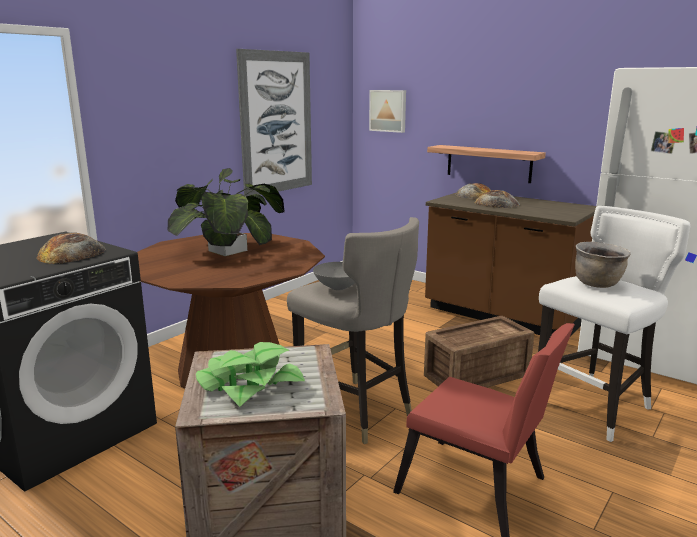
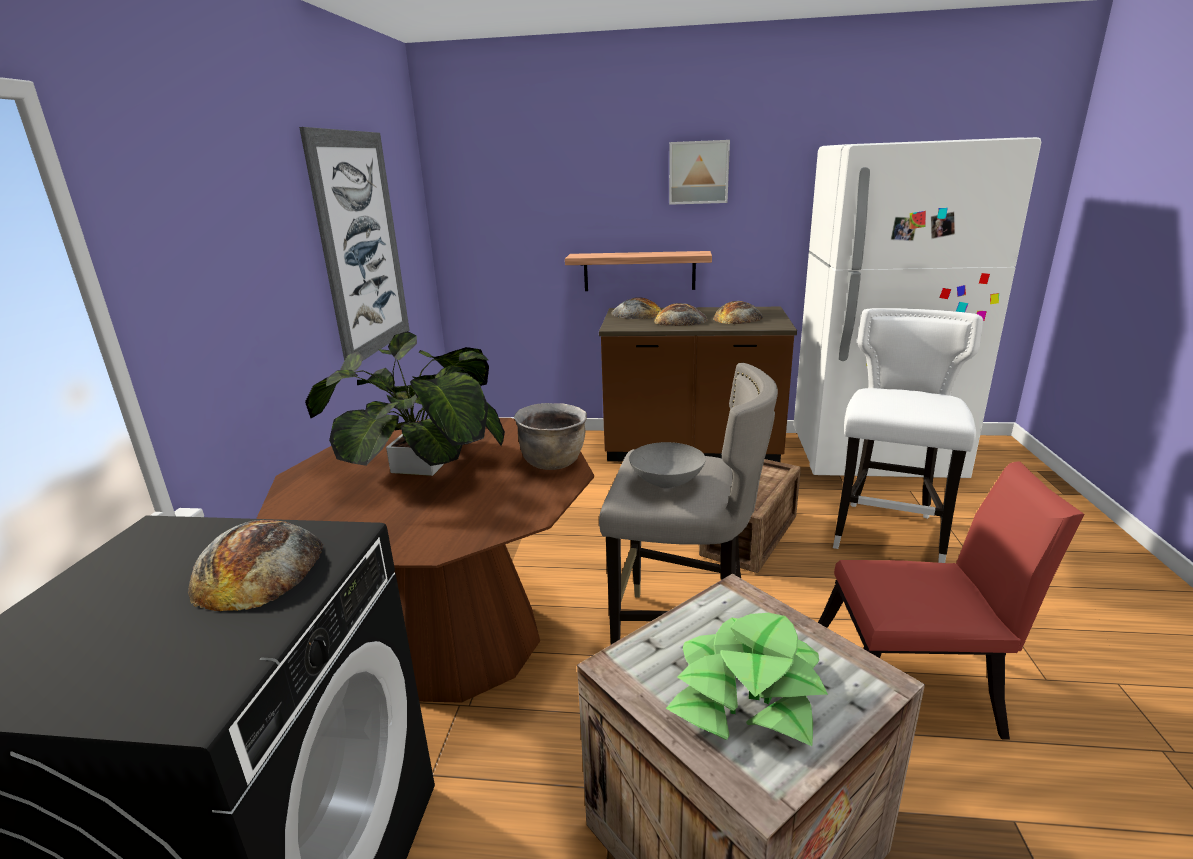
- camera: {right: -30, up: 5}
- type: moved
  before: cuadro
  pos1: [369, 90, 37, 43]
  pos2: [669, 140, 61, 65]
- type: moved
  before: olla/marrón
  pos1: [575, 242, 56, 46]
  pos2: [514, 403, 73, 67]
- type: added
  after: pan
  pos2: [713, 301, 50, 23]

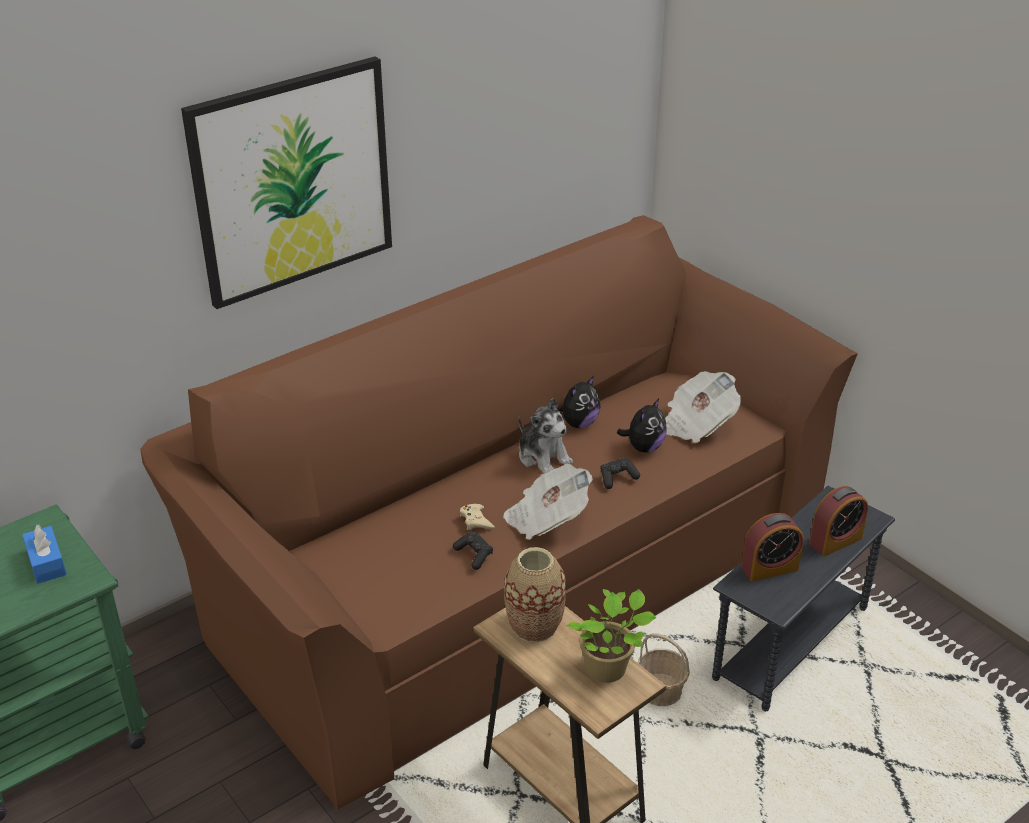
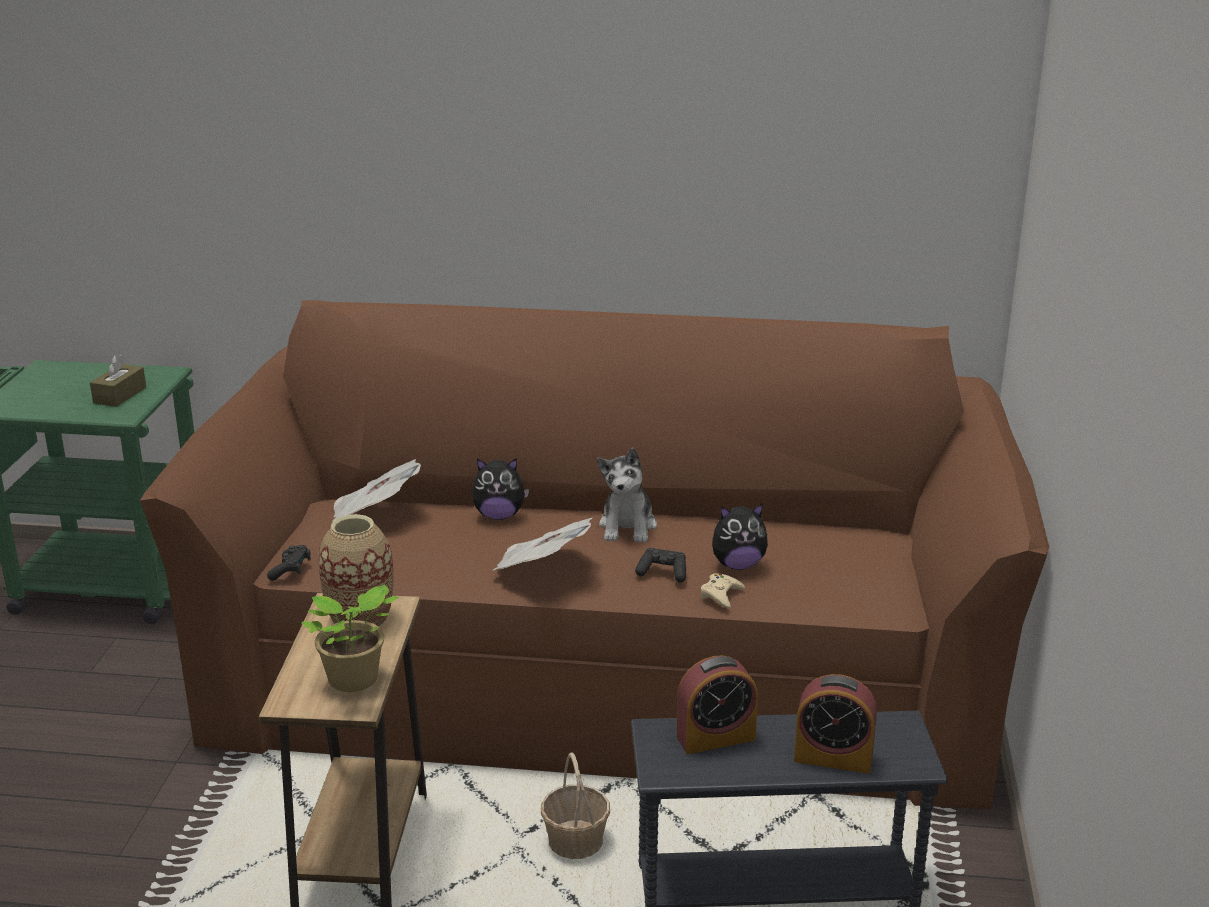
- camera: {right: 45, up: -10}
- type: removed
  before: cuadro
  pos1: [181, 56, 211, 253]
- type: moved
  before: periódico
  pos1: [665, 371, 76, 72]
  pos2: [332, 459, 89, 63]
- type: moved
  before: peluche
  pos1: [559, 376, 42, 52]
  pos2: [472, 458, 58, 62]
- type: moved
  before: mando de consola/beis
  pos1: [460, 504, 35, 26]
  pos2: [701, 573, 44, 35]
- type: turned
  before: despertador
  pos1: [741, 513, 63, 69]
  pos2: [676, 655, 82, 99]
  turn: -45
- type: recoloured
  before: caja de pañuelos/azul
  after: caja de pañuelos/marrón
  pos1: [22, 525, 45, 59]
  pos2: [90, 354, 56, 53]
- type: moved
  before: mando de consola/negro
  pos1: [453, 531, 40, 39]
  pos2: [267, 545, 44, 36]

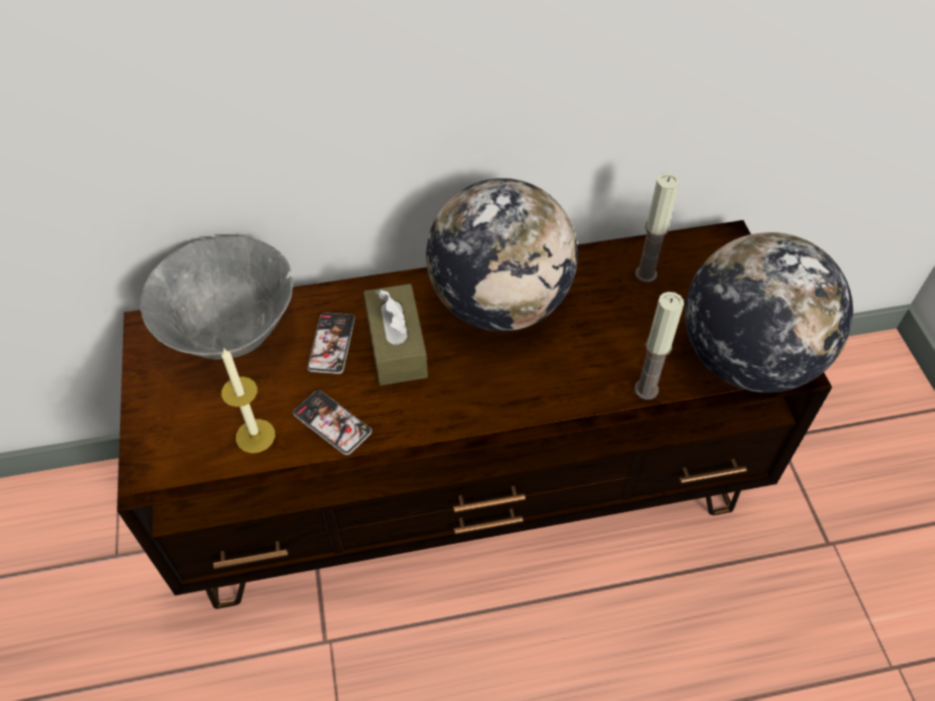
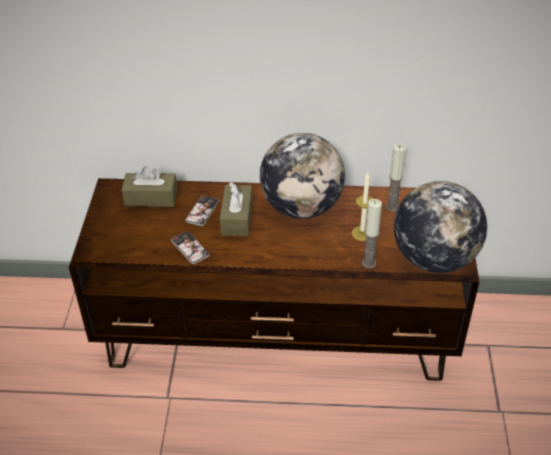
- camera: {right: 15, up: -10}
- type: replaced
  before: cuenco/gris
  after: caja de pañuelos/marrón
  pos1: [140, 236, 153, 124]
  pos2: [122, 166, 55, 41]
- type: moved
  before: vela
  pos1: [221, 349, 54, 104]
  pos2: [352, 173, 21, 68]

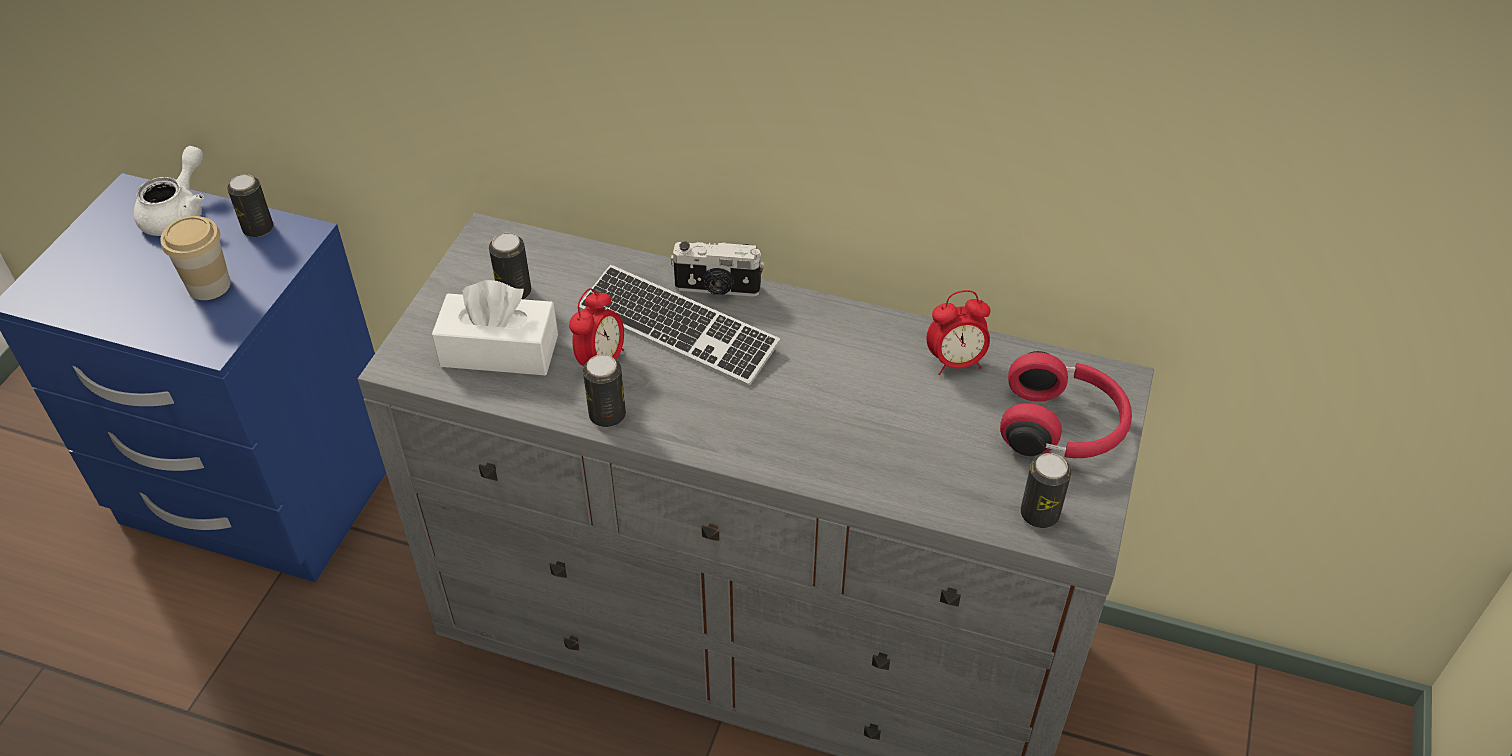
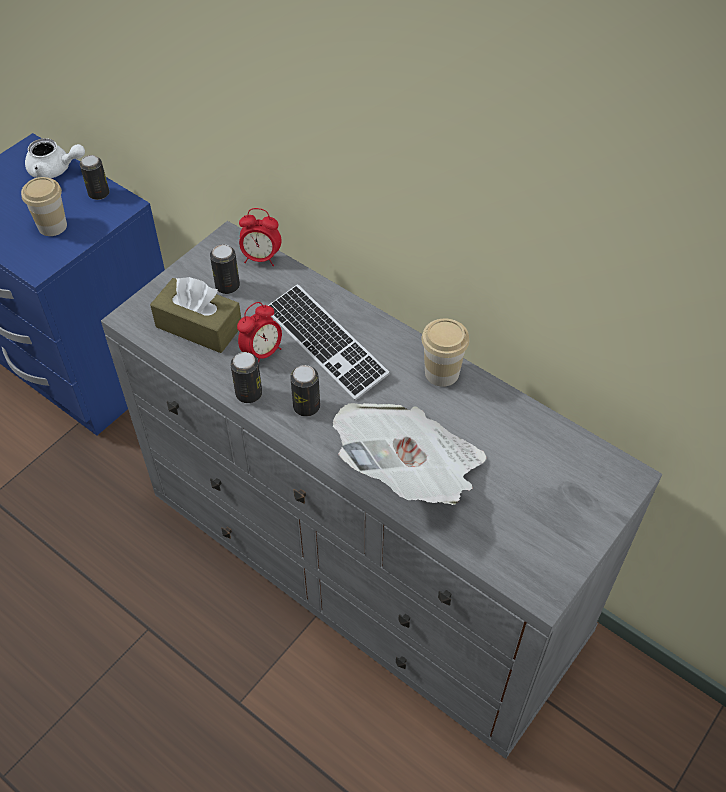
- camera: {right: 20, up: 5}
- type: turned
  before: tetera/blanco
  pos1: [134, 146, 70, 90]
  pos2: [25, 138, 60, 40]
  turn: 60
- type: removed
  before: cámara
  pos1: [670, 241, 94, 56]
- type: recoloured
  before: caja de pañuelos/blanco
  after: caja de pañuelos/marrón
  pos1: [432, 280, 126, 95]
  pos2: [150, 277, 91, 76]
- type: moved
  before: despertador
  pos1: [926, 290, 64, 85]
  pos2: [239, 208, 43, 58]
- type: removed
  before: auriculares/rojo
  pos1: [1000, 351, 132, 107]
- type: moved
  before: lata
  pos1: [1020, 453, 51, 75]
  pos2: [290, 365, 30, 52]
- type: added
  after: taza
  pos2: [421, 319, 48, 68]
- type: added
  after: periódico
  pos2: [333, 403, 154, 102]

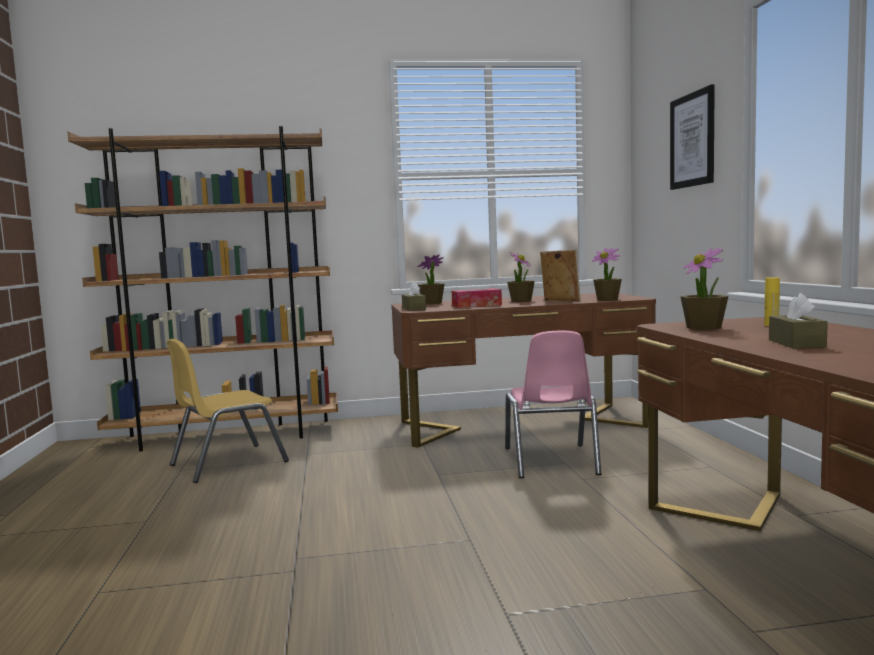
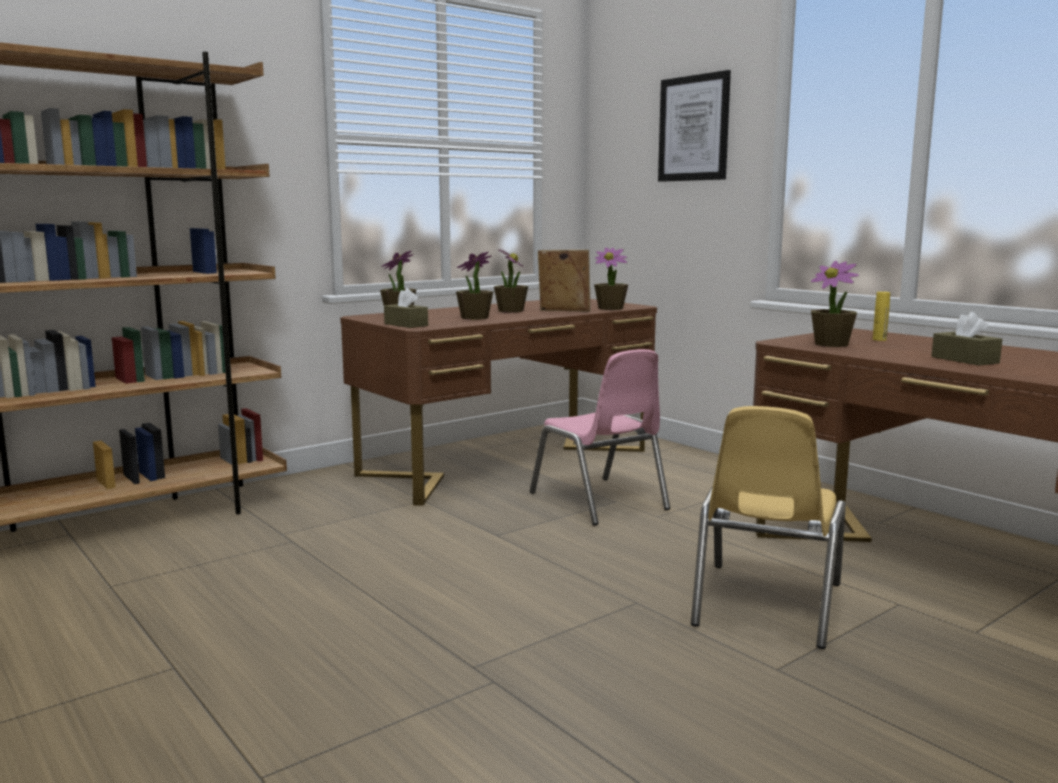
- camera: {right: -30, up: 5}
- type: replaced
  before: caja de pañuelos
  after: planta en maceta
  pos1: [452, 288, 50, 20]
  pos2: [456, 252, 37, 68]
- type: moved
  before: silla/amarillo
  pos1: [167, 339, 122, 144]
  pos2: [691, 406, 155, 243]

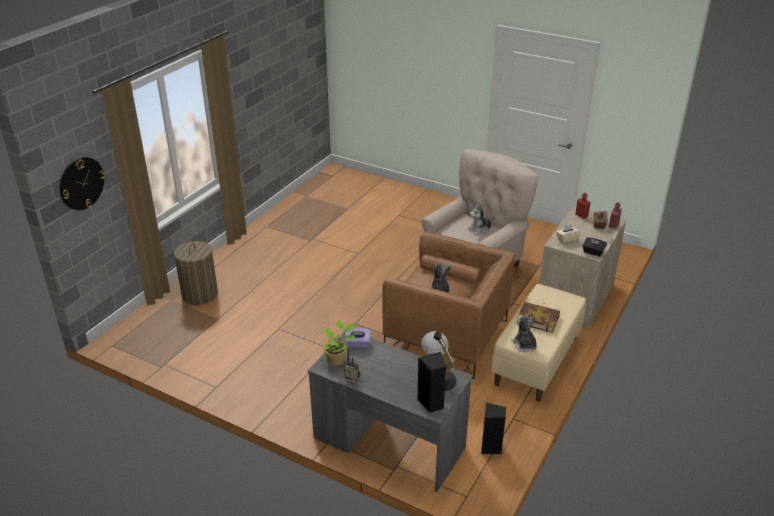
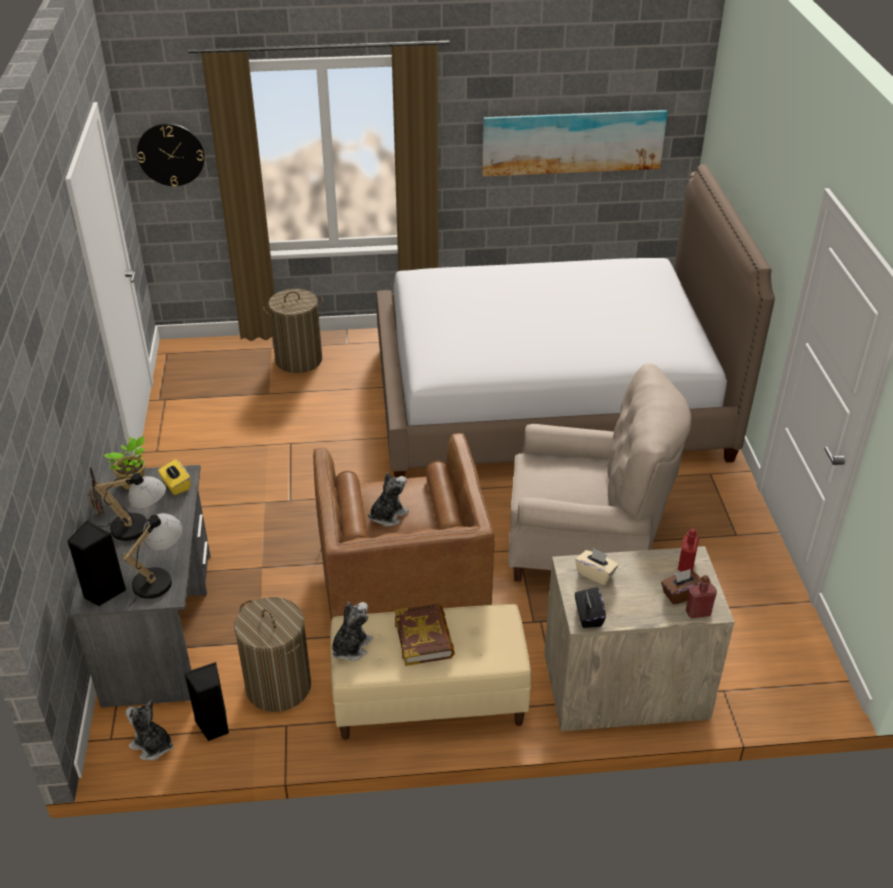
- camera: {right: 55, up: 5}
- type: moved
  before: peluche
  pos1: [468, 204, 27, 31]
  pos2: [126, 699, 47, 62]
- type: recoloured
  before: caja de pañuelos/morado
  after: caja de pañuelos/amarillo
  pos1: [345, 328, 25, 20]
  pos2: [158, 459, 33, 36]
- type: added
  after: cuadro
  pos2: [482, 110, 185, 67]
- type: added
  after: cama
  pos2: [376, 164, 399, 314]
- type: added
  after: lámpara de mesa
  pos2: [94, 472, 72, 69]
- type: added
  after: cesto de la ropa
  pos2: [234, 597, 77, 115]

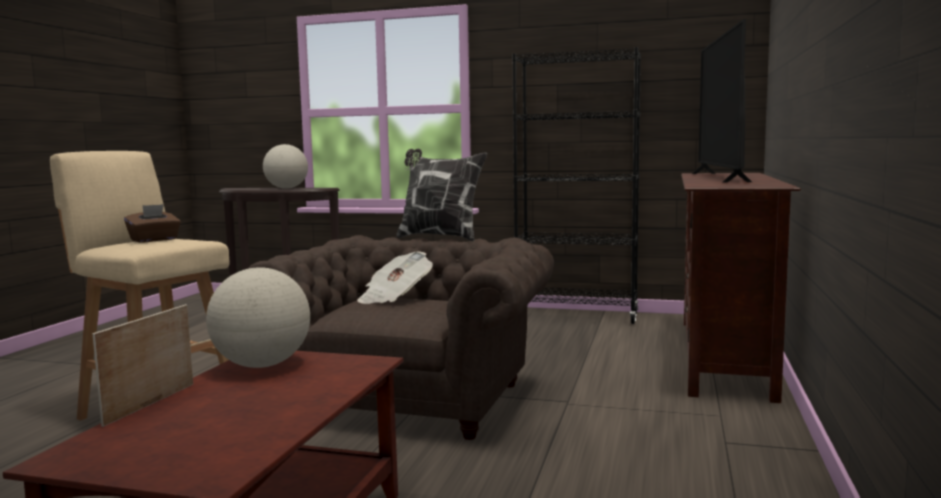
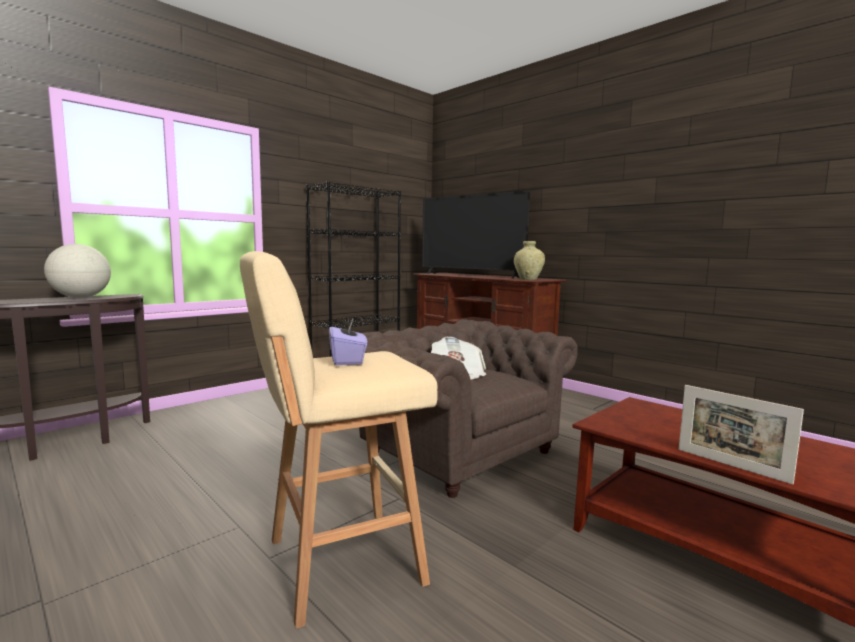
- camera: {right: -60, up: 0}
- type: removed
  before: cojín
  pos1: [396, 149, 91, 92]
- type: recoloured
  before: caja de pañuelos/marrón
  after: caja de pañuelos/morado
  pos1: [124, 204, 57, 38]
  pos2: [329, 316, 38, 49]
- type: removed
  before: globo terráqueo
  pos1: [206, 267, 104, 101]
- type: added
  after: florero/beis
  pos2: [514, 241, 31, 39]

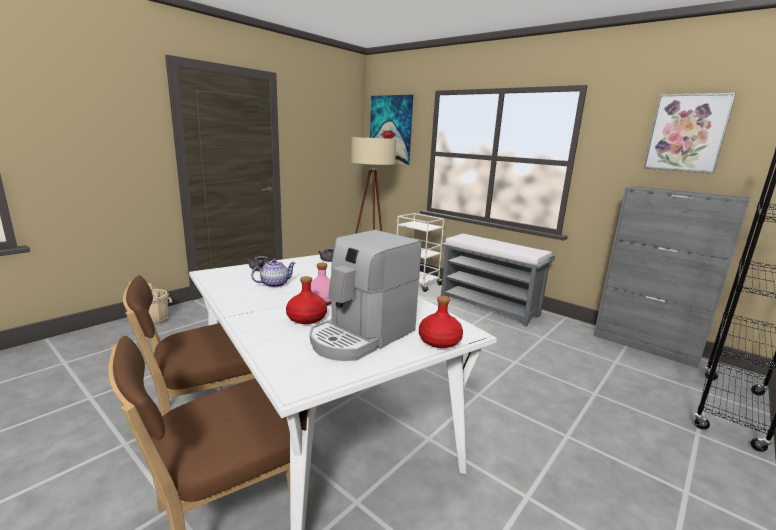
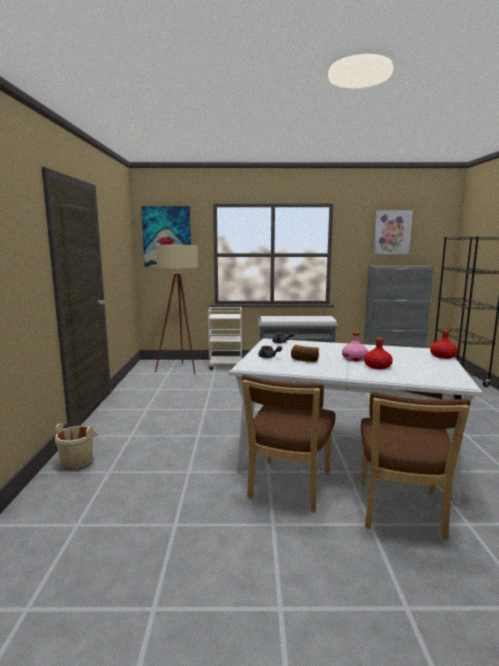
- camera: {right: -40, up: -5}
- type: removed
  before: cafetera
  pos1: [310, 230, 112, 131]
- type: replaced
  before: tetera
  after: pan
  pos1: [251, 259, 45, 29]
  pos2: [291, 345, 28, 17]

